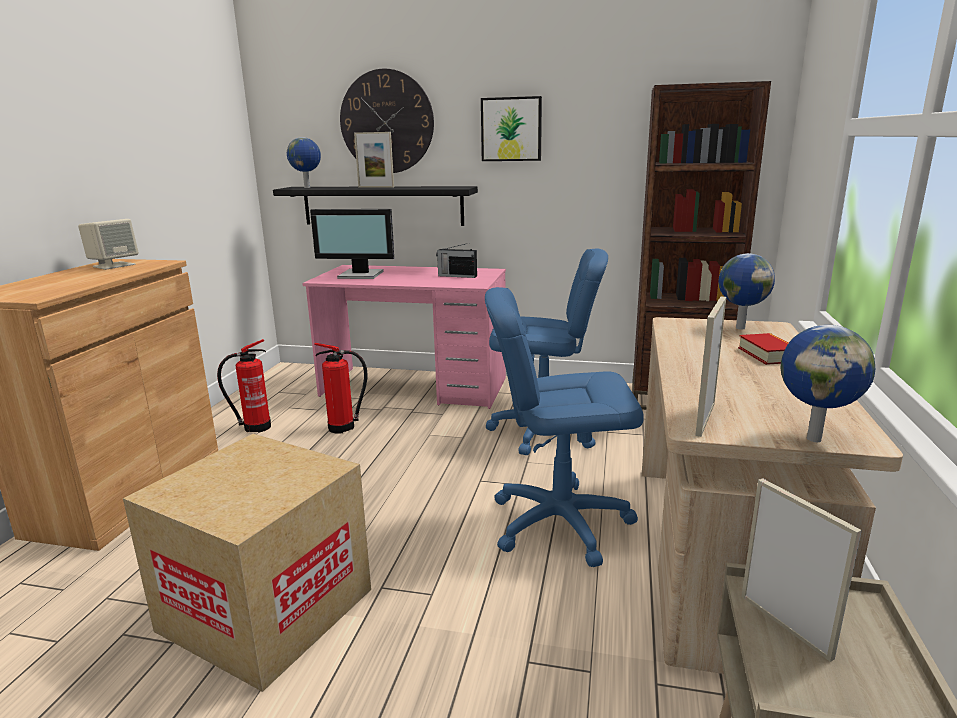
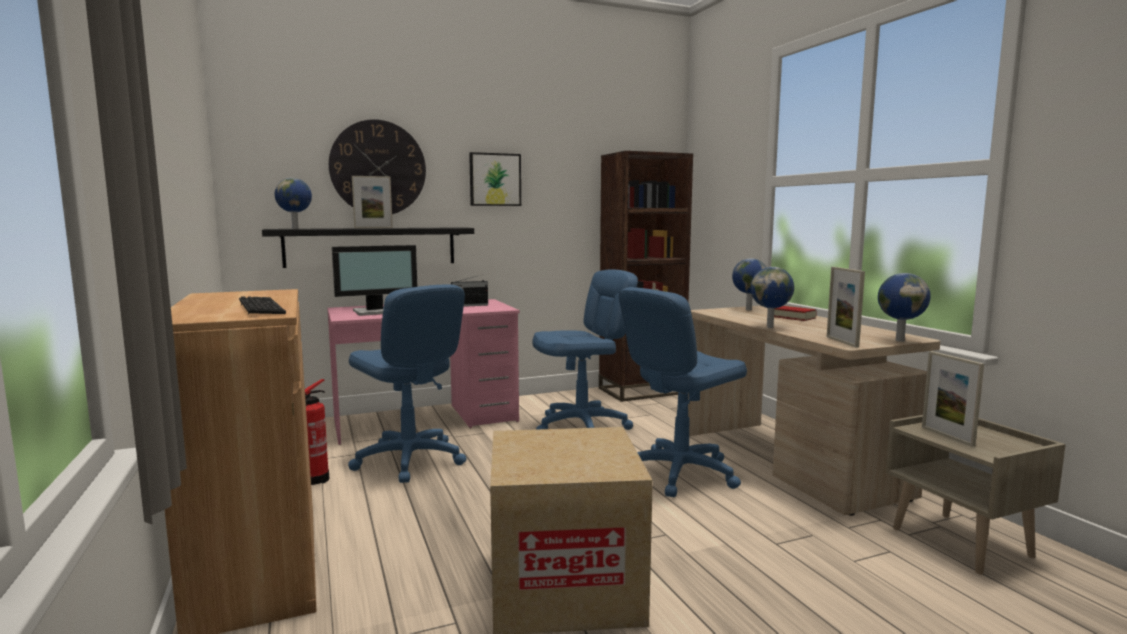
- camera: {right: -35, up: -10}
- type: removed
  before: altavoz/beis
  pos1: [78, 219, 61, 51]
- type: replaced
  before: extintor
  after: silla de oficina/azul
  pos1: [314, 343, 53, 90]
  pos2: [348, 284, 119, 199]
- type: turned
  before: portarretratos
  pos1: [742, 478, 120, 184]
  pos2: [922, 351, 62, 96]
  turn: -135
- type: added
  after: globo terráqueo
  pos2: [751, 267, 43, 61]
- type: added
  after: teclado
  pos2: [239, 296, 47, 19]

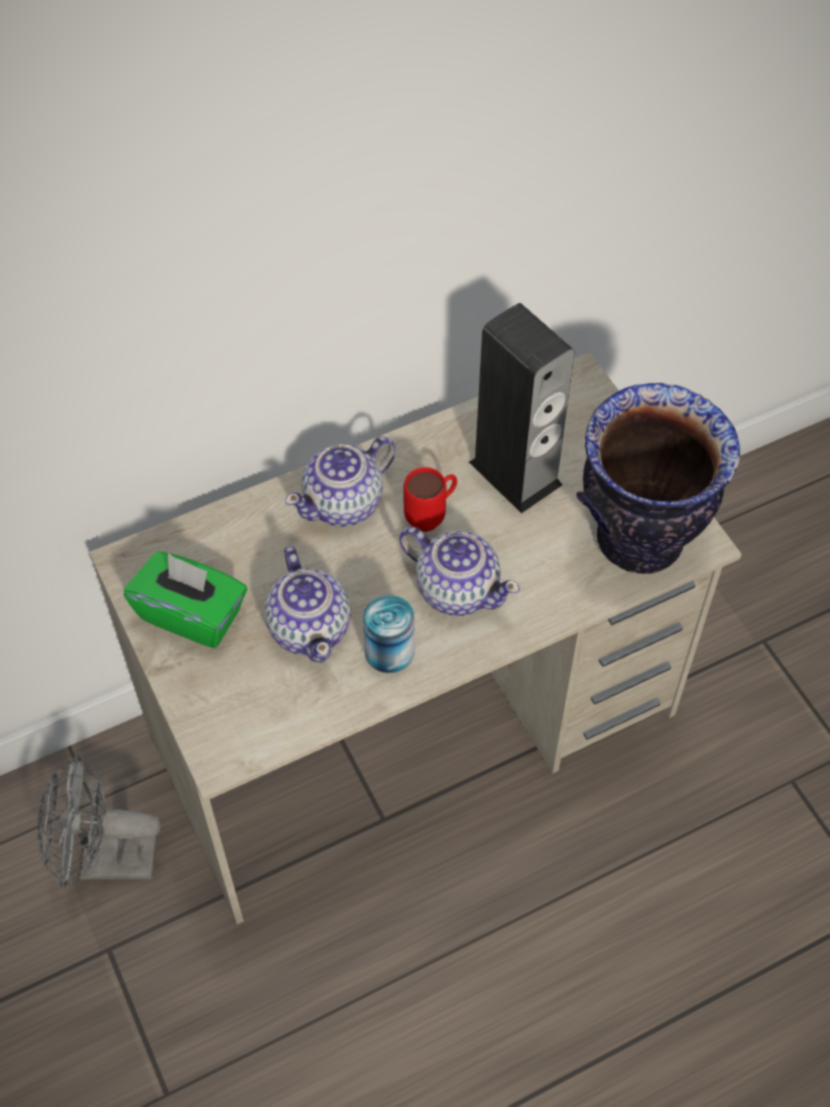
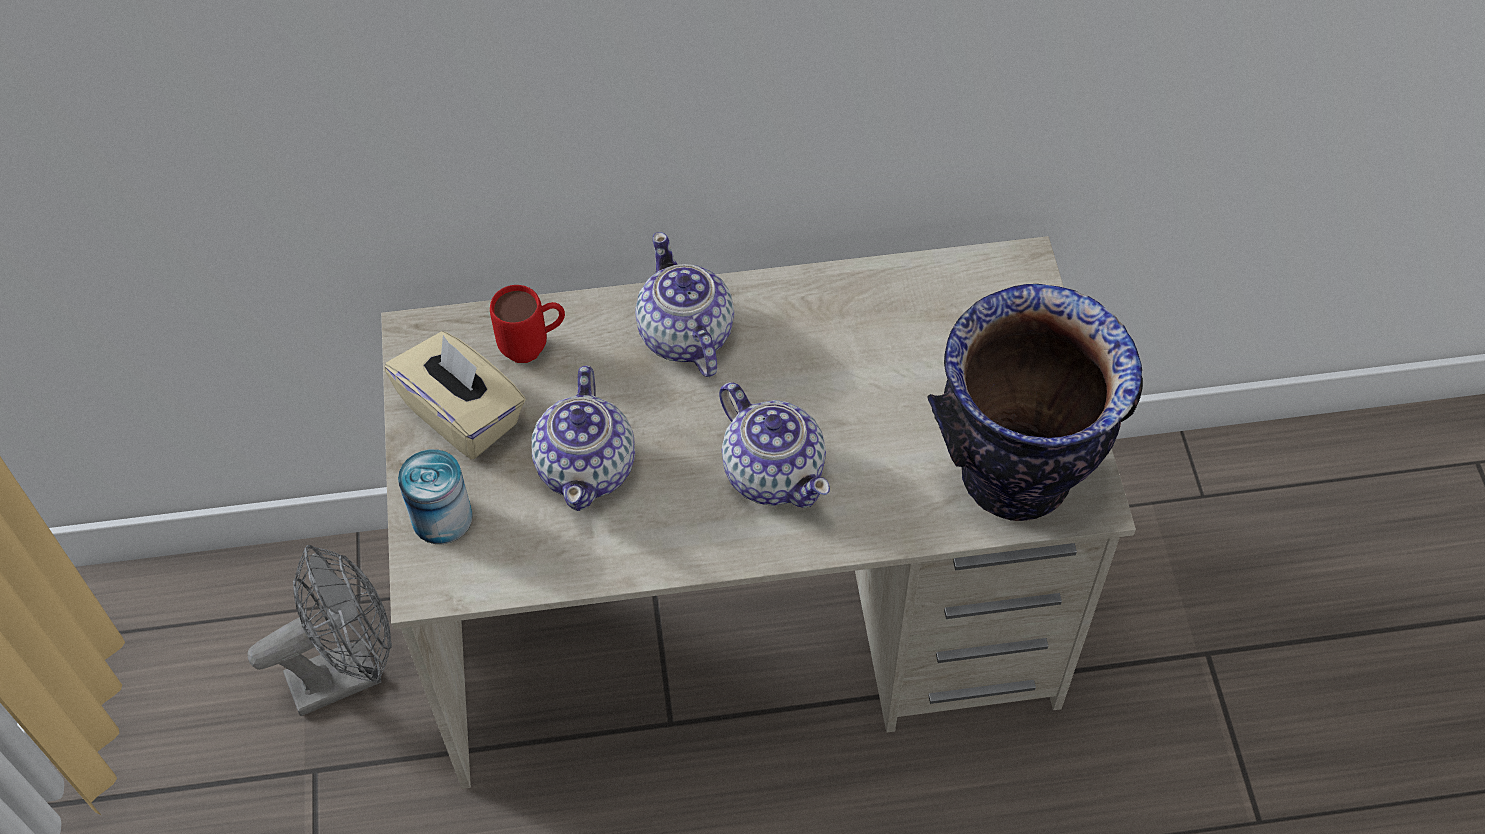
- camera: {right: 20, up: 0}
- type: removed
  before: altavoz
  pos1: [469, 303, 106, 210]
- type: turned
  before: tetera
  pos1: [285, 437, 111, 90]
  pos2: [635, 232, 99, 145]
  turn: 90
- type: moved
  before: taza grande/rojo
  pos1: [404, 467, 53, 65]
  pos2: [490, 285, 75, 78]
- type: recoloured
  before: caja de pañuelos/verde
  after: caja de pañuelos/beis
  pos1: [124, 551, 123, 97]
  pos2: [385, 331, 141, 128]
- type: moved
  before: lata
  pos1: [363, 595, 52, 78]
  pos2: [398, 449, 75, 95]
- type: turned
  before: ventilador/gris
  pos1: [37, 754, 124, 135]
  pos2: [247, 545, 145, 171]
  turn: 135

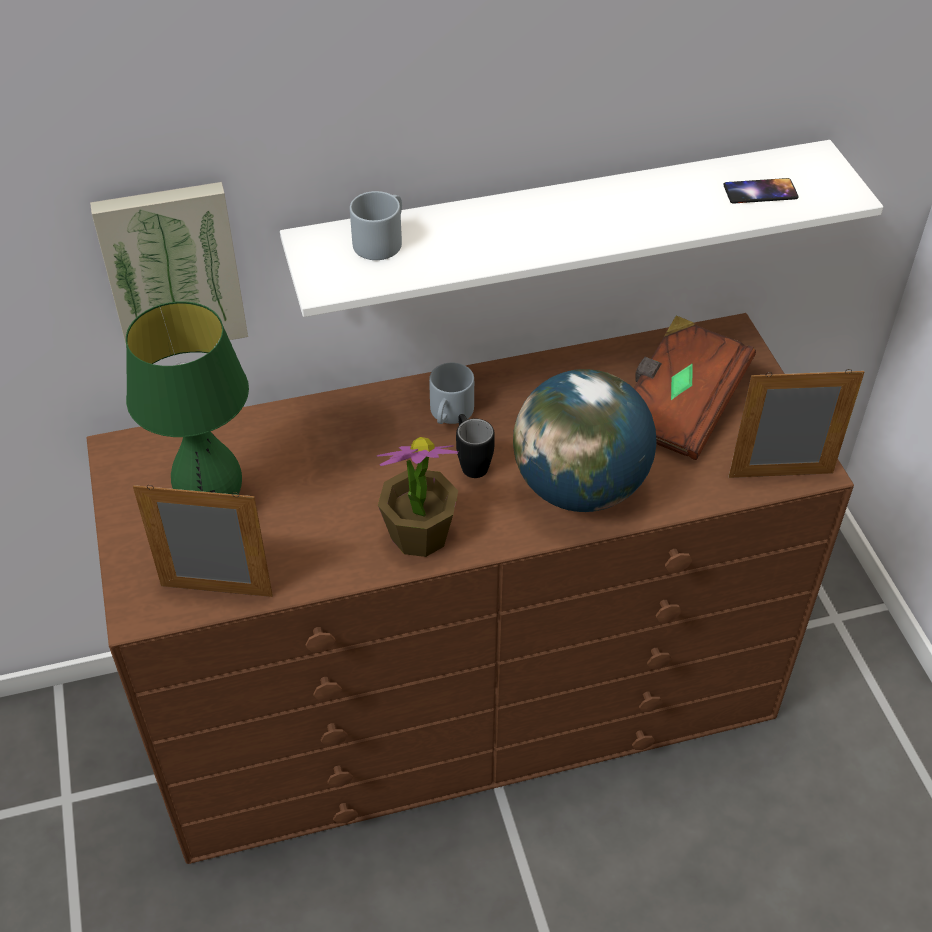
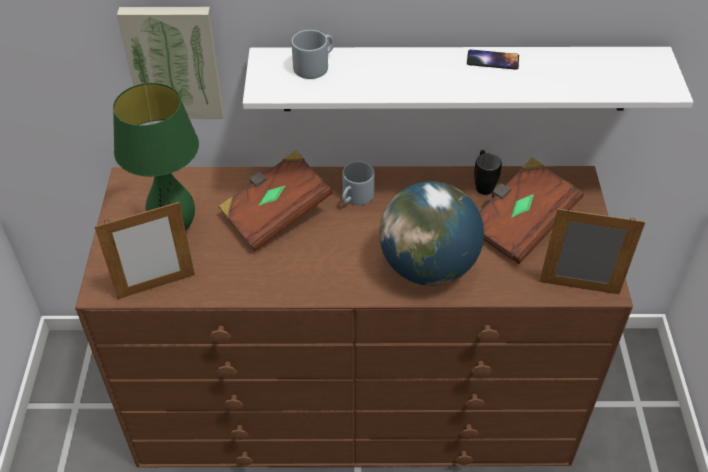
- camera: {right: 15, up: 0}
- type: moved
  before: móvil
  pos1: [723, 178, 76, 26]
  pos2: [467, 50, 52, 20]
- type: moved
  before: taza grande/negro
  pos1: [456, 414, 39, 64]
  pos2: [474, 150, 28, 45]
- type: removed
  before: planta en maceta
  pos1: [377, 437, 81, 120]
- type: turned
  before: portarretratos
  pos1: [133, 485, 140, 112]
  pos2: [94, 202, 101, 97]
  turn: 135
- type: added
  after: libro/marrón
  pos2: [219, 150, 114, 101]

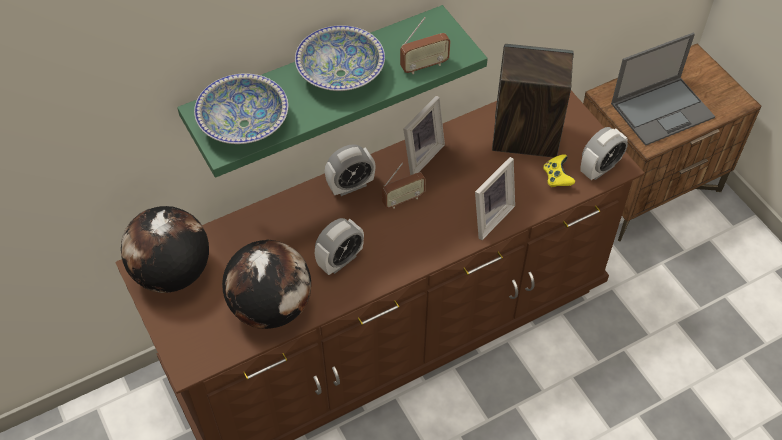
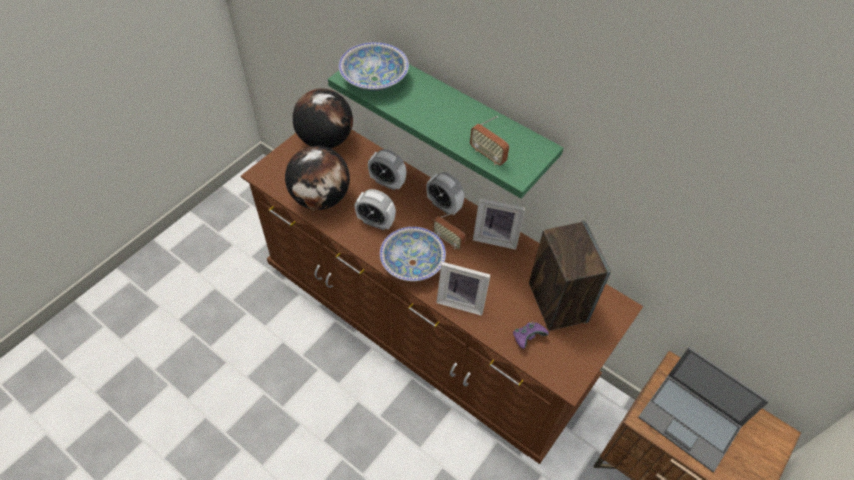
- camera: {right: 65, up: 0}
- type: moved
  before: cuenco
  pos1: [295, 25, 90, 66]
  pos2: [380, 227, 66, 54]
- type: moved
  before: despertador
  pos1: [580, 127, 48, 53]
  pos2: [368, 149, 38, 41]
- type: recoloured
  before: mando de consola/amarillo
  after: mando de consola/morado
  pos1: [543, 154, 32, 33]
  pos2: [513, 322, 36, 27]

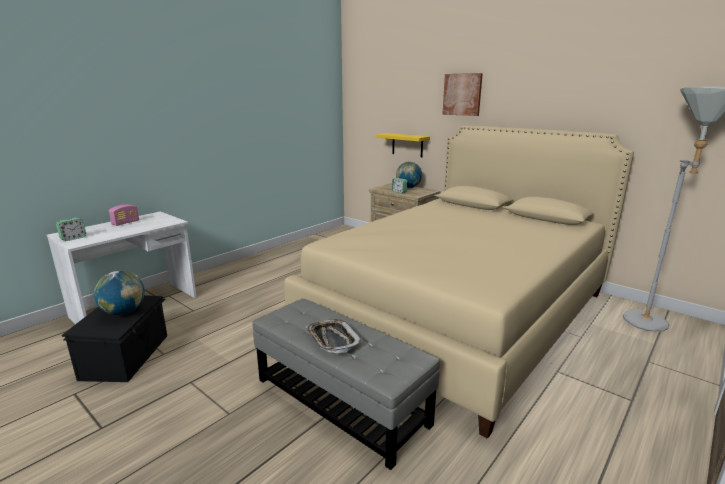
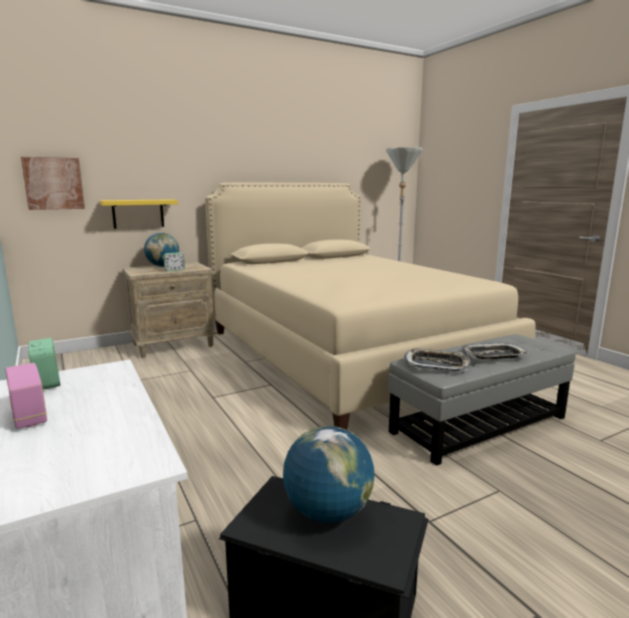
- camera: {right: -70, up: -5}
- type: moved
  before: cuadro
  pos1: [442, 73, 41, 43]
  pos2: [21, 157, 64, 53]
- type: moved
  before: despertador
  pos1: [56, 218, 30, 23]
  pos2: [28, 338, 33, 51]
- type: added
  after: bandeja
  pos2: [404, 349, 67, 23]

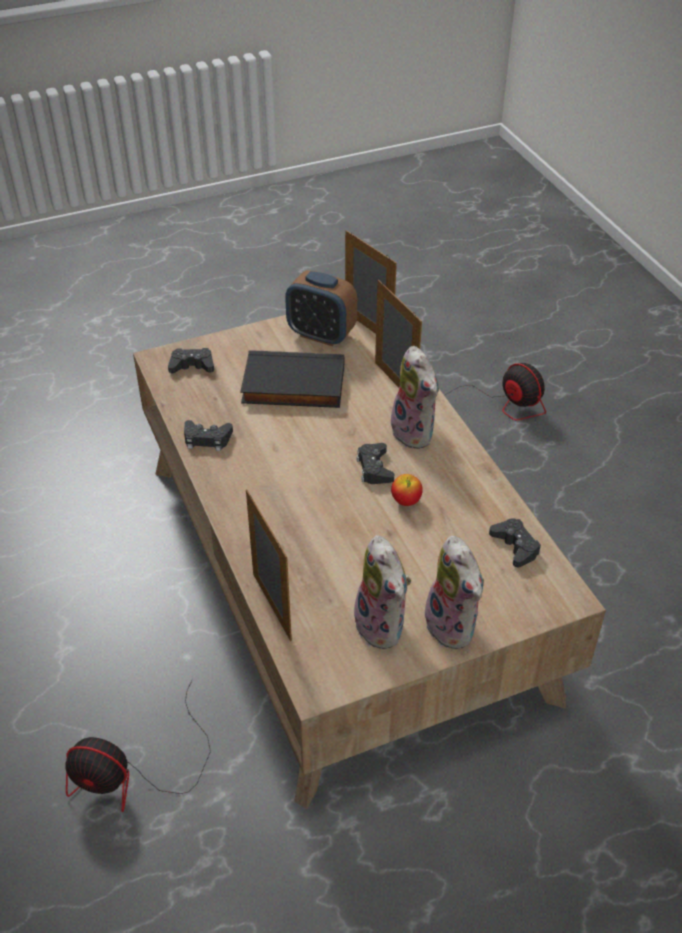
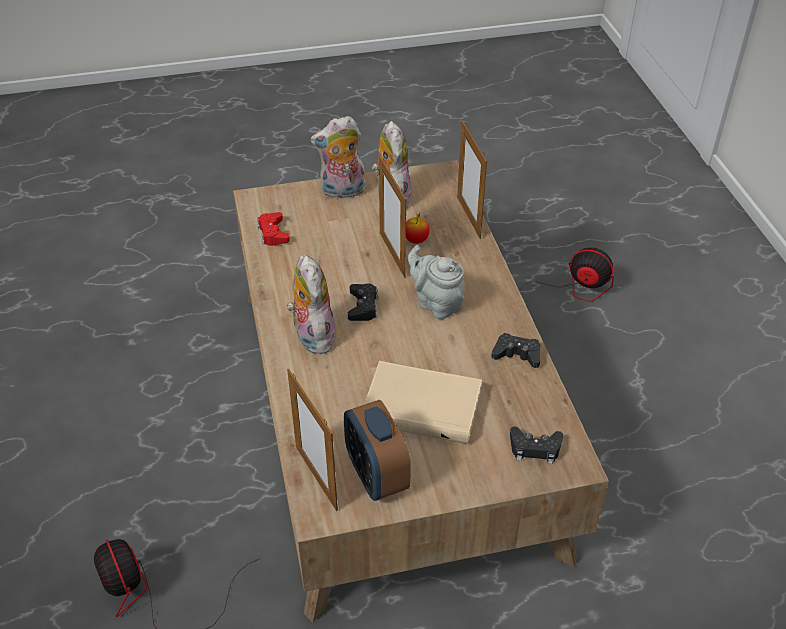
- camera: {right: -170, up: 0}
- type: turned
  before: despertador
  pos1: [285, 270, 72, 76]
  pos2: [344, 400, 67, 101]
  turn: -150
- type: moved
  before: portarretratos
  pos1: [375, 280, 47, 108]
  pos2: [379, 156, 27, 122]
- type: recoloured
  before: libro/negro
  after: libro/beis
  pos1: [240, 350, 104, 58]
  pos2: [364, 361, 118, 83]
- type: moved
  before: manzana
  pos1: [391, 474, 32, 32]
  pos2: [406, 213, 24, 31]
- type: recoloured
  before: mando de consola/negro
  after: mando de consola/rojo
  pos1: [489, 518, 52, 49]
  pos2: [257, 212, 33, 34]
- type: turned
  before: peluche
  pos1: [425, 536, 59, 113]
  pos2: [310, 116, 55, 83]
  turn: -90
- type: added
  after: tetera/gris
  pos2: [408, 245, 57, 74]

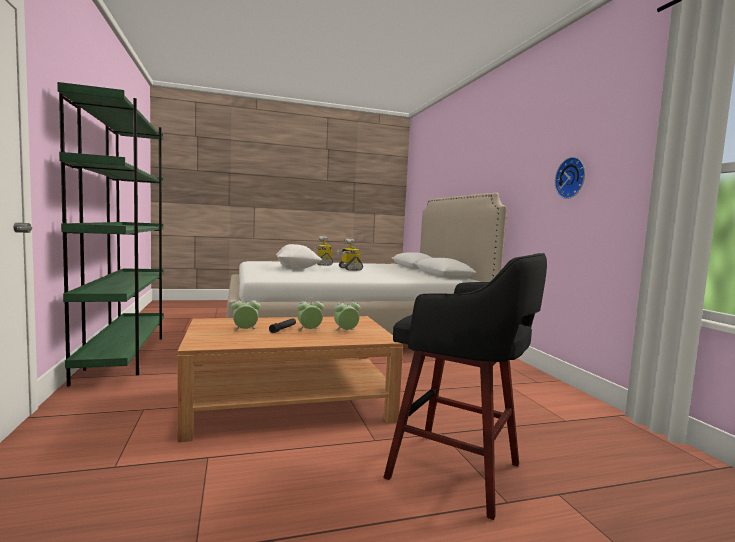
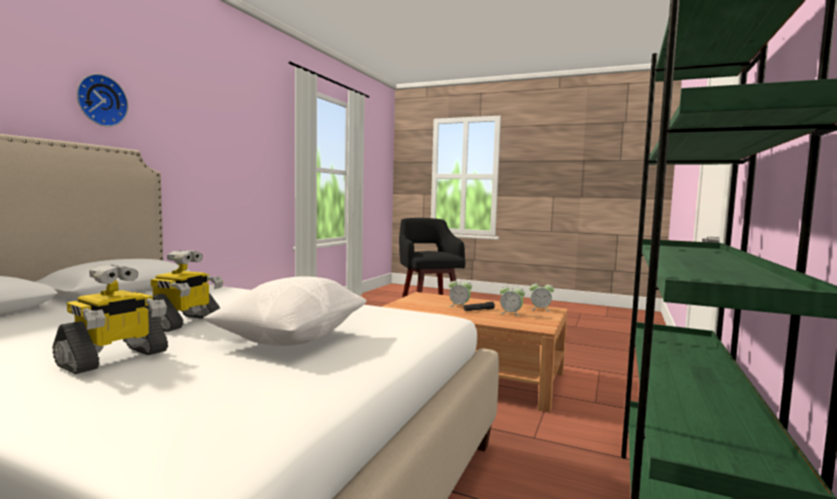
- camera: {right: -140, up: 0}
- type: moved
  before: reloj de pared
  pos1: [555, 157, 30, 42]
  pos2: [77, 74, 51, 53]
- type: moved
  before: despertador
  pos1: [333, 298, 28, 33]
  pos2: [529, 280, 25, 32]

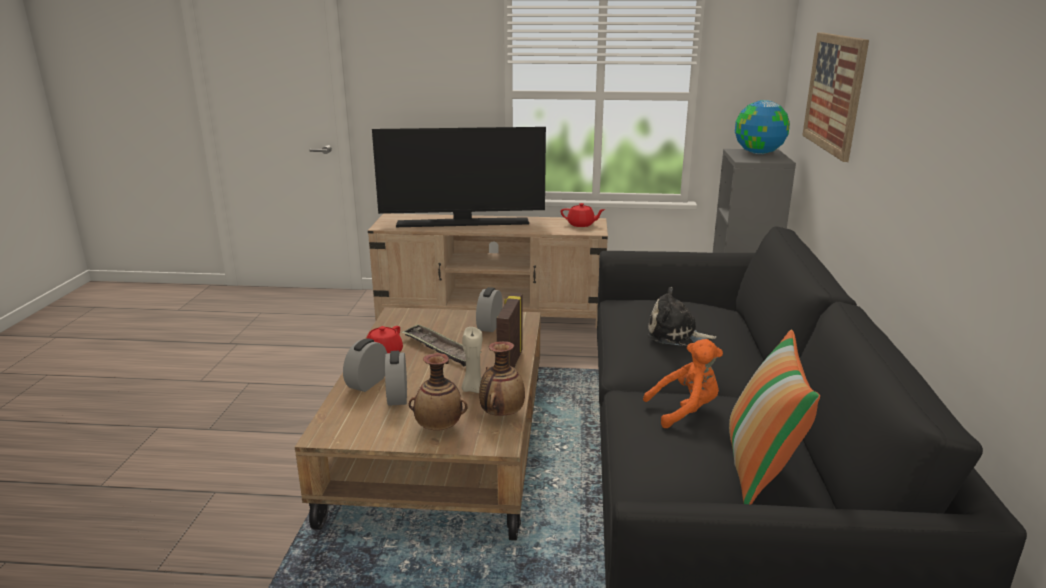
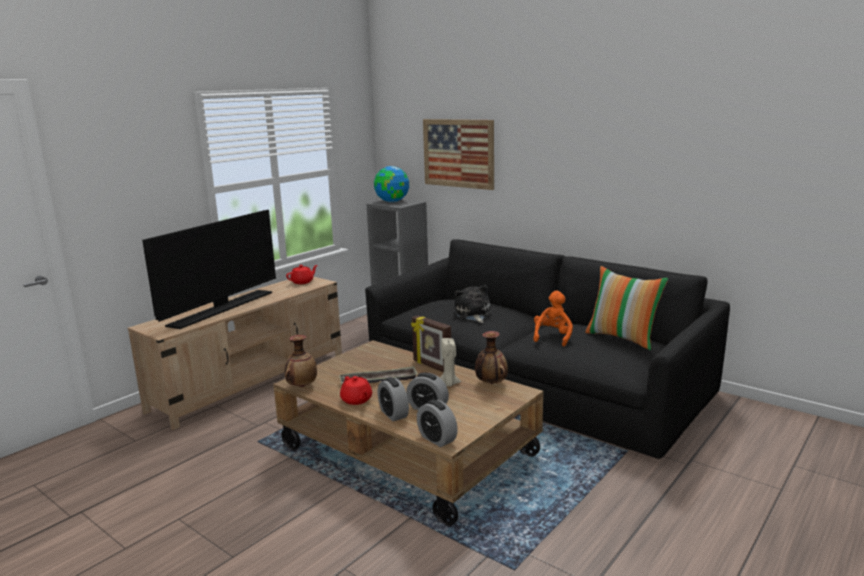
- camera: {right: -55, up: -5}
- type: moved
  before: despertador
  pos1: [476, 287, 27, 45]
  pos2: [417, 400, 41, 47]
- type: turned
  before: peluche
  pos1: [647, 287, 70, 59]
  pos2: [454, 285, 37, 38]
  turn: 120
- type: moved
  before: florero
  pos1: [409, 353, 58, 77]
  pos2: [285, 335, 32, 52]

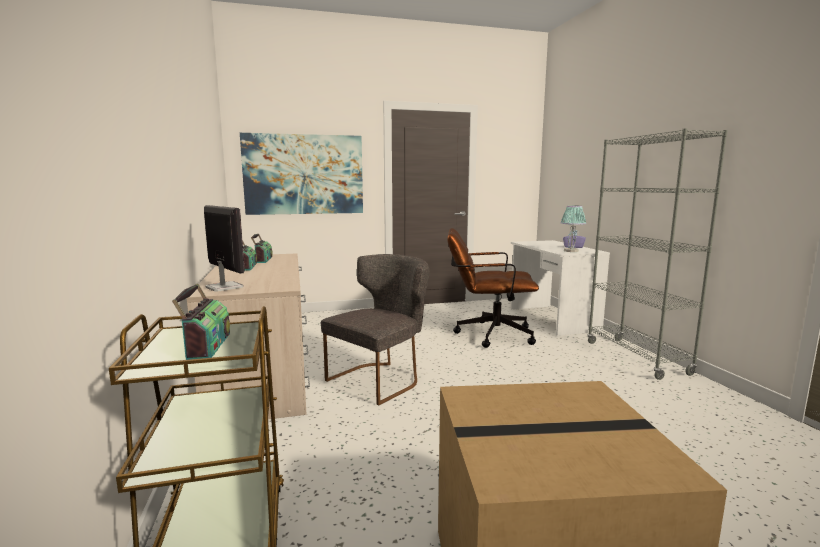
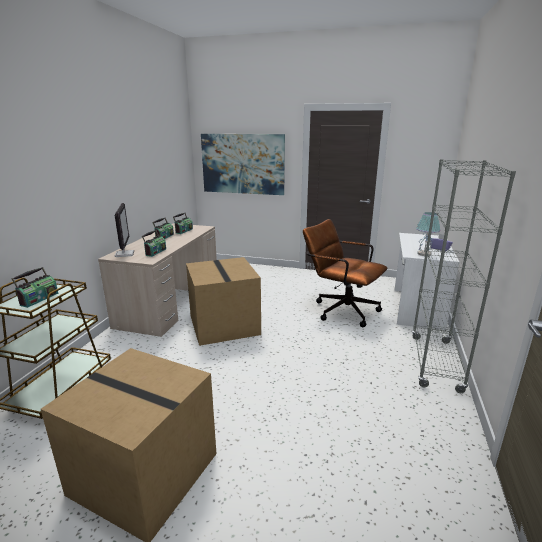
- camera: {right: 30, up: 10}
- type: replaced
  before: silla/gris
  after: caja de cartón
  pos1: [321, 254, 108, 151]
  pos2: [186, 257, 75, 89]
- type: added
  after: radio
  pos2: [142, 230, 24, 27]

